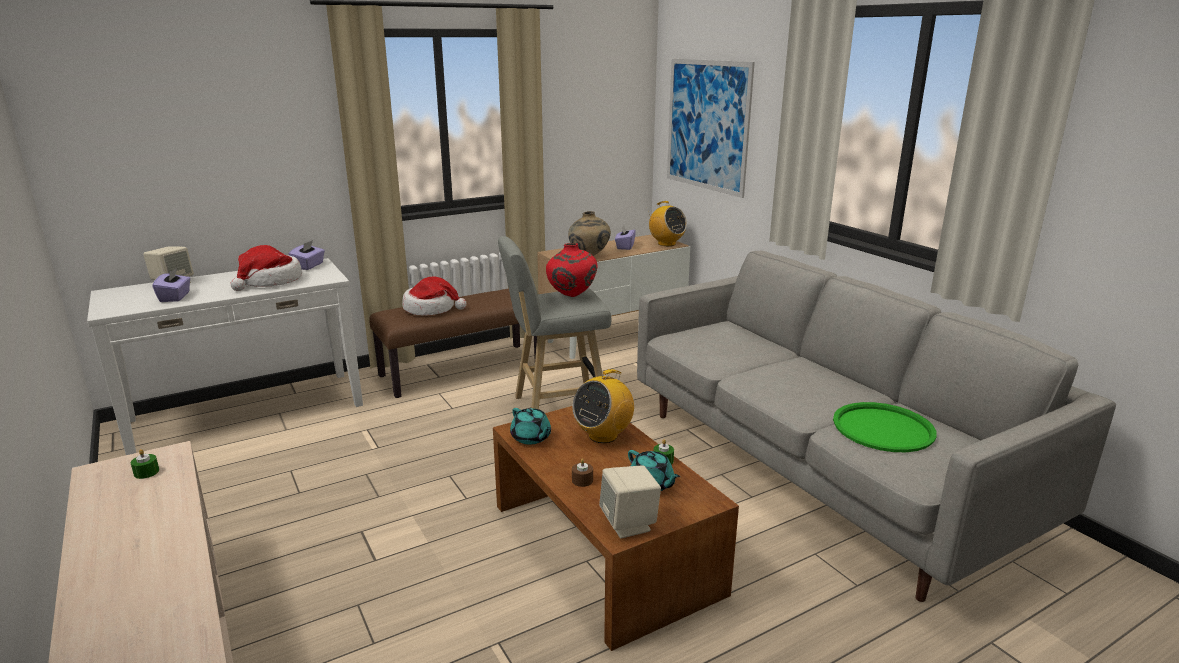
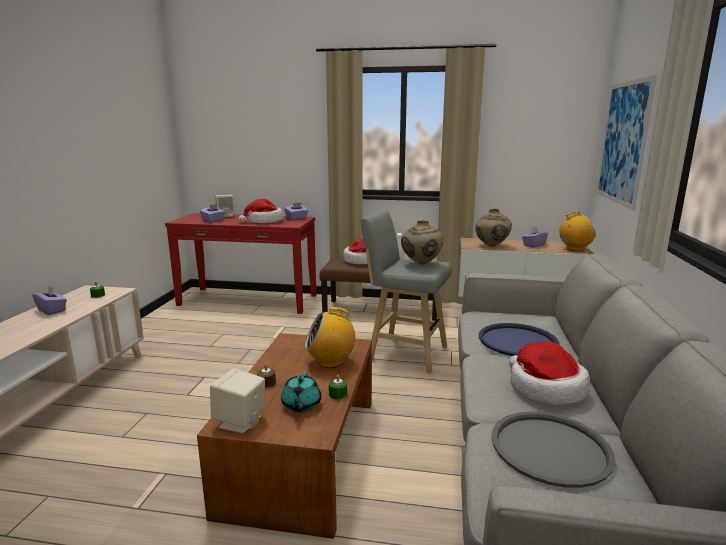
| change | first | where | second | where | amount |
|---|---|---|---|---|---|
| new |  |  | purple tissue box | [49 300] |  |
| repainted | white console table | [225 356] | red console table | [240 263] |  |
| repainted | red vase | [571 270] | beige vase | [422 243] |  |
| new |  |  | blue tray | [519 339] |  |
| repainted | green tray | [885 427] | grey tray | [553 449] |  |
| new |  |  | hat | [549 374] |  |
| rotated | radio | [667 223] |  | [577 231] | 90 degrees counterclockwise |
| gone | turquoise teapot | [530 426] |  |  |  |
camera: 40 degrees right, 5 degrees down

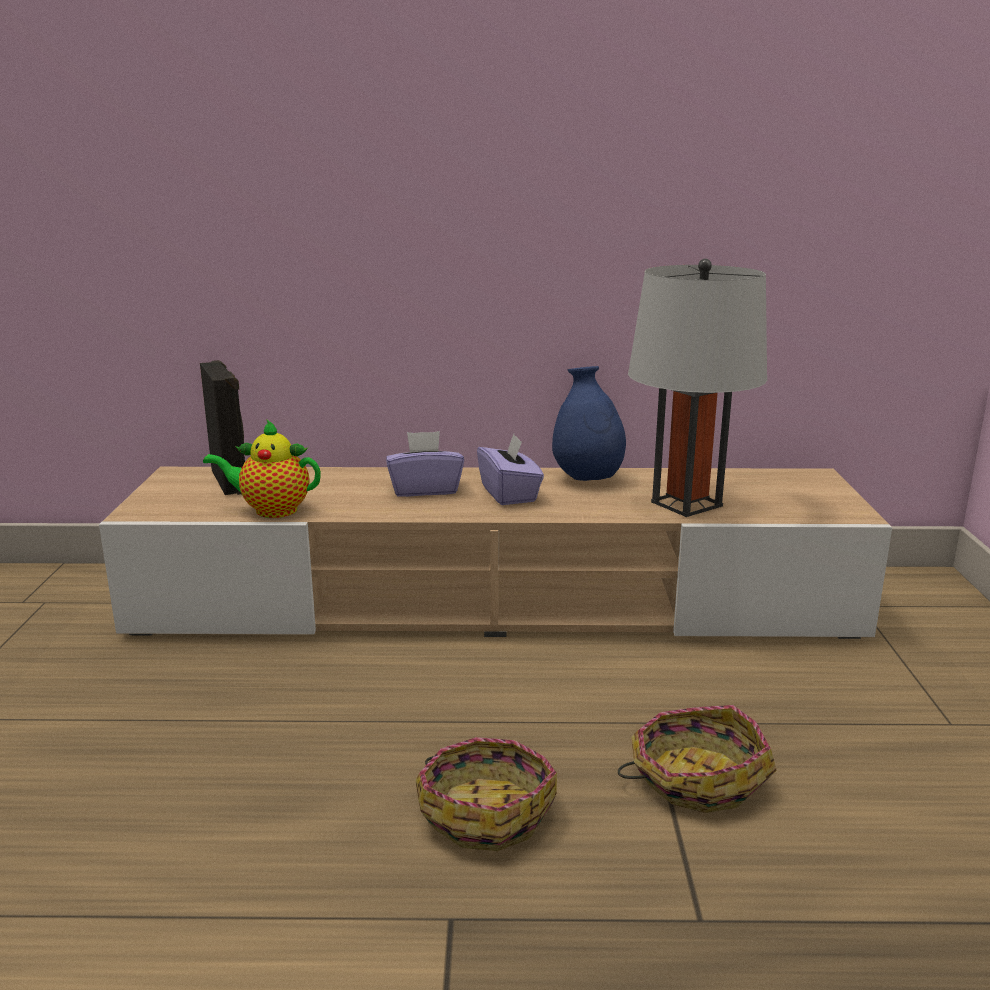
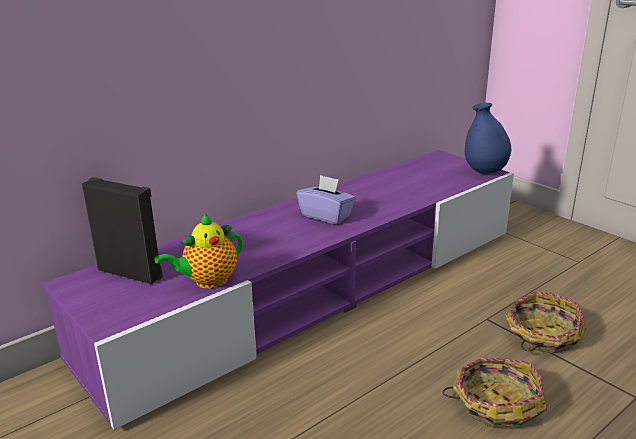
| change | first | where | second | where | amount |
|---|---|---|---|---|---|
| repainted | beige tv stand | [495 553] | purple tv stand | [278 290] |  |
| shifted | blue vase | [589 423] |  | [488 138] |  |
| gone | purple tissue box | [425 464] |  |  |  |
| gone | grey table lamp | [697 388] |  |  |  |
camera: 40 degrees left, 5 degrees up

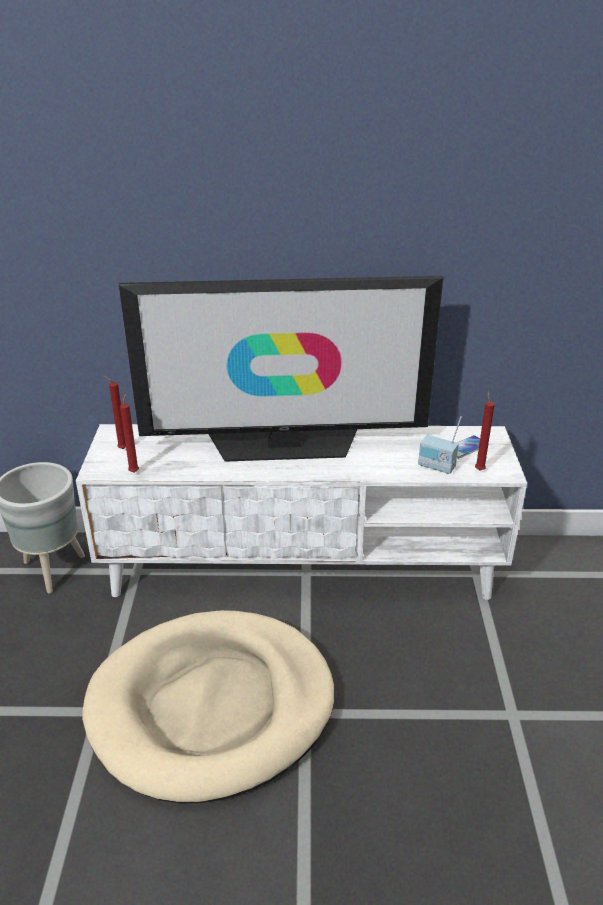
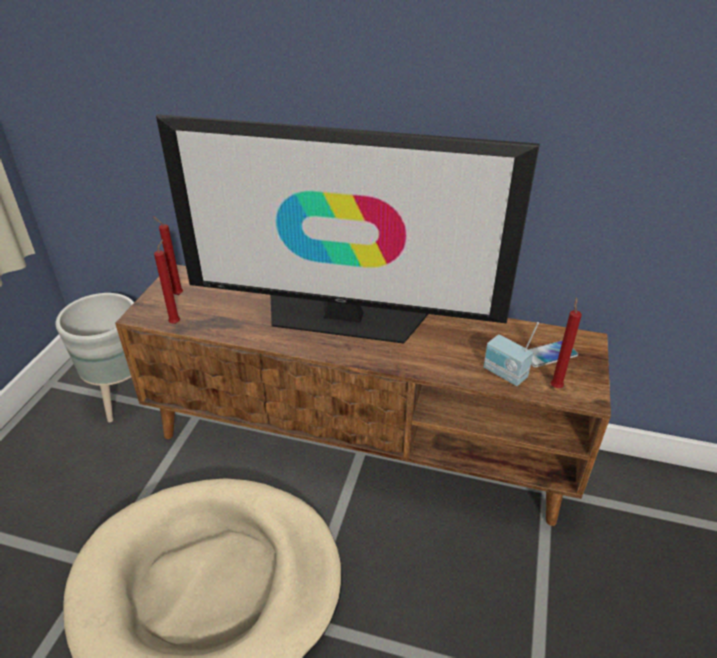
| change | first | where | second | where | amount |
|---|---|---|---|---|---|
| repainted | white tv stand | [301 512] | brown tv stand | [363 395] |  |
camera: 15 degrees right, 5 degrees up

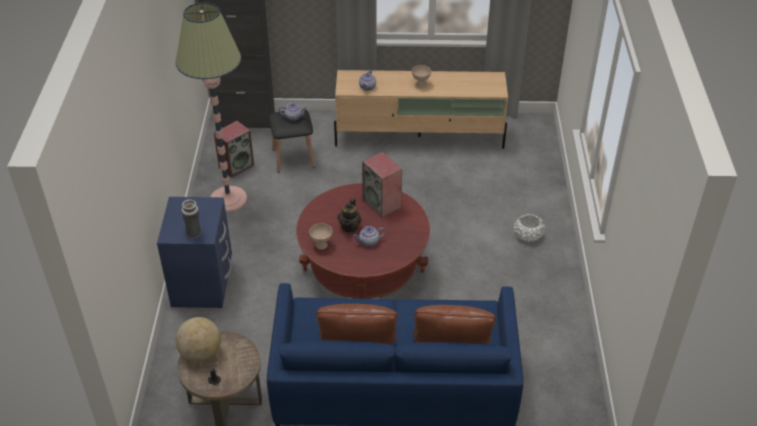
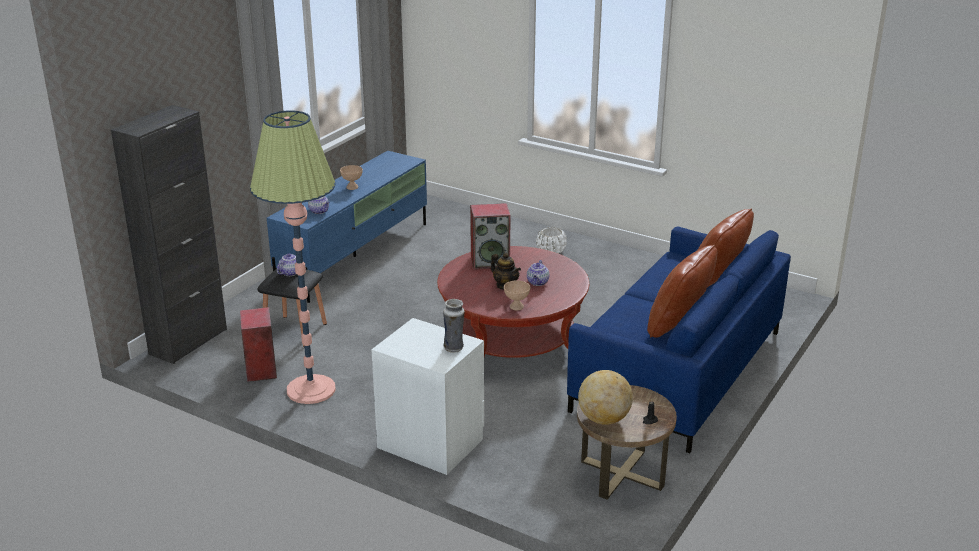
| change | first | where | second | where | amount |
|---|---|---|---|---|---|
| repainted | beige tv stand | [421 109] | blue tv stand | [347 227] |  |
| repainted | blue nightstand | [194 252] | white nightstand | [427 396] |  |
camera: 60 degrees left, 15 degrees down

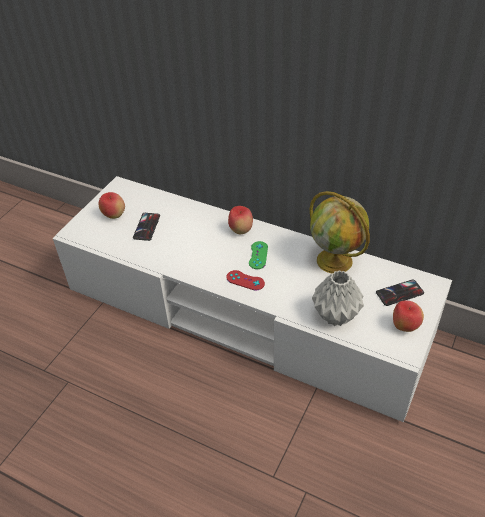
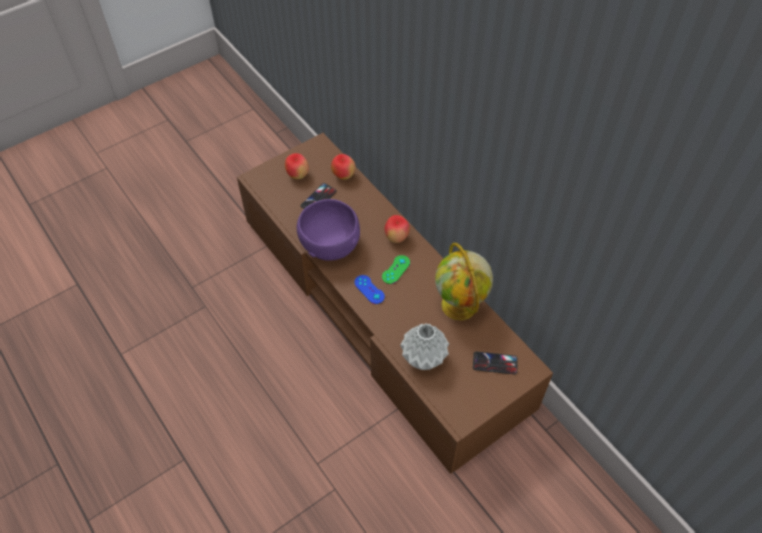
| change | first | where | second | where | amount |
|---|---|---|---|---|---|
| repainted | white tv stand | [252 299] | brown tv stand | [395 303] |  |
| new |  |  | purple bowl | [328 230] |  |
| shifted | apple | [408 316] |  | [343 166] |  |
| repainted | red game controller | [245 280] | blue game controller | [369 289] |  |
camera: 25 degrees right, 10 degrees up

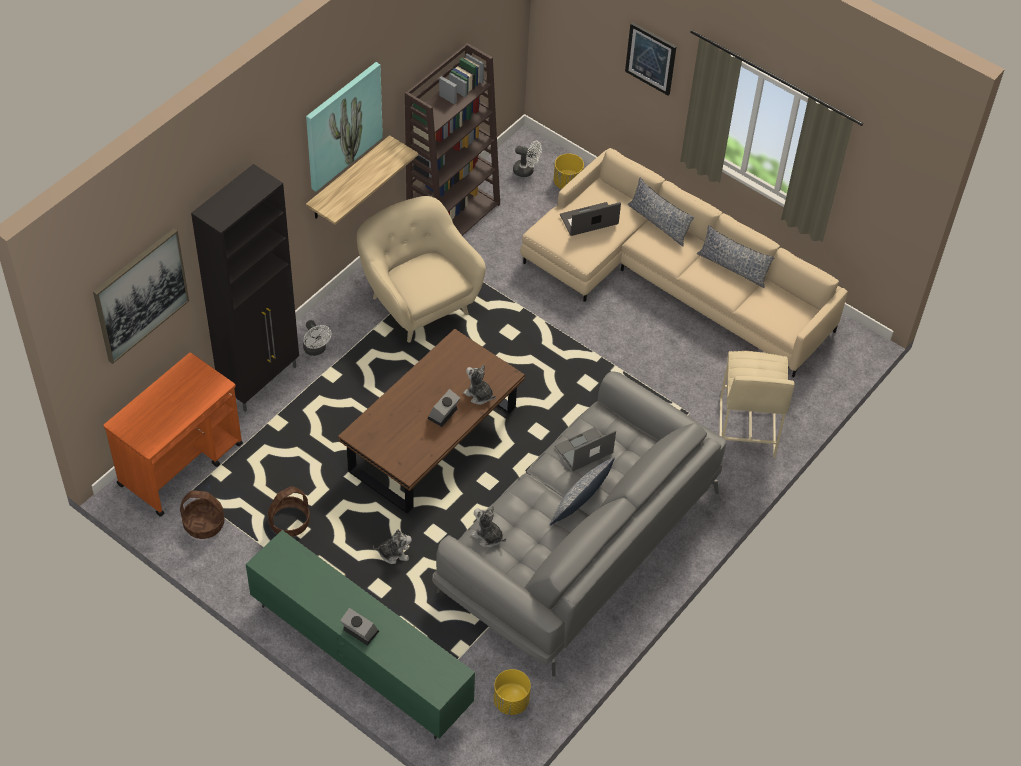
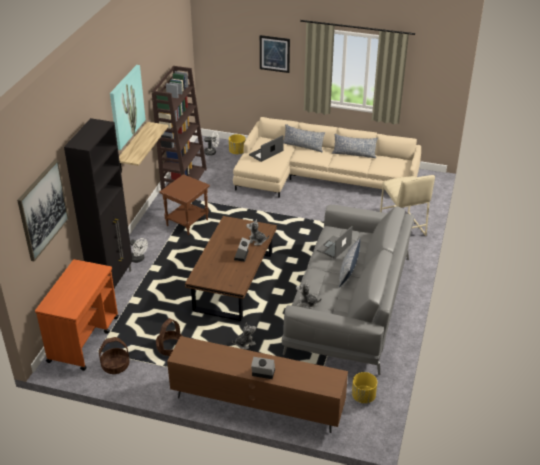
| change | first | where | second | where | amount |
|---|---|---|---|---|---|
| swapped | beige armchair | [421 269] | brown side table | [185 204] |  |
| repainted | green tv stand | [360 634] | brown tv stand | [257 384] |  |
camera: 20 degrees left, 15 degrees down

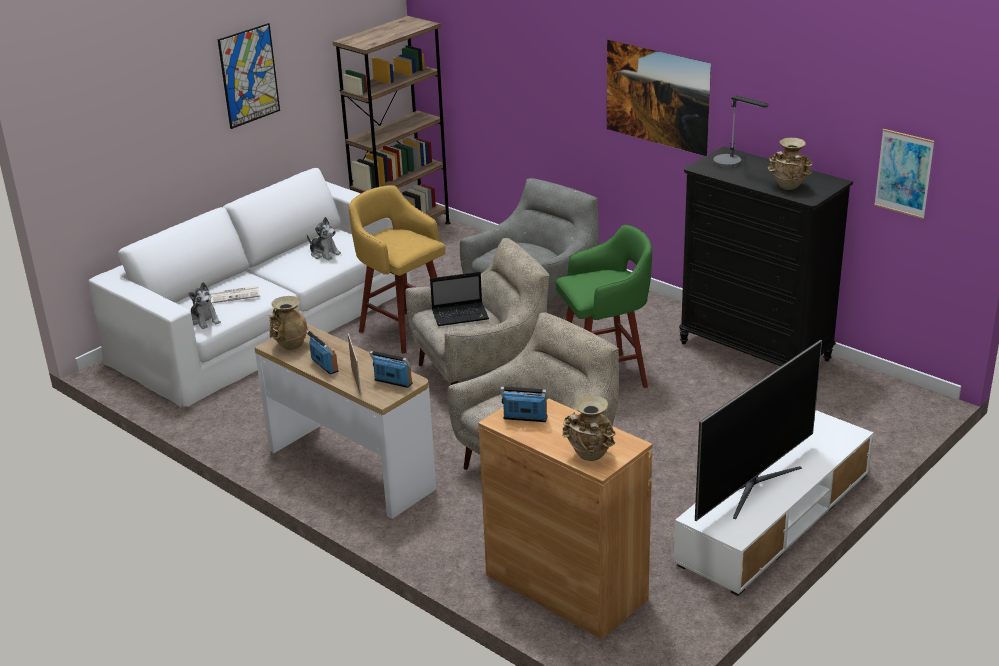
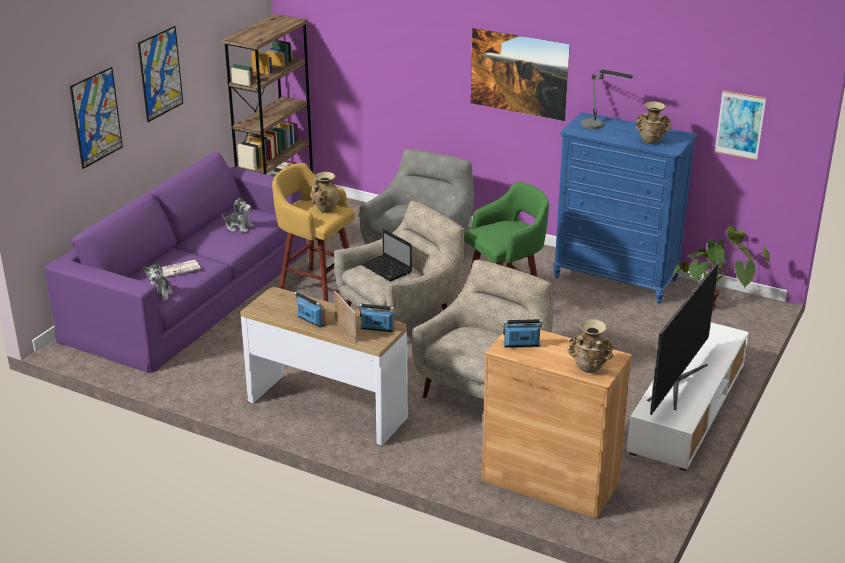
| change | first | where | second | where | amount |
|---|---|---|---|---|---|
| repainted | white sofa | [249 287] | purple sofa | [176 262] |  |
| new |  |  | picture | [96 118] |  |
| rotated | plush toy | [204 305] |  | [157 281] | 45 degrees clockwise |
| shifted | beige vase | [288 323] |  | [325 192] |  |
| rotated | laptop | [459 299] |  | [386 255] | 75 degrees clockwise |
| repainted | black dresser | [766 256] | blue dresser | [625 208] |  |
| new |  |  | potted plant | [721 268] |  |
camera: 15 degrees left, 0 degrees up

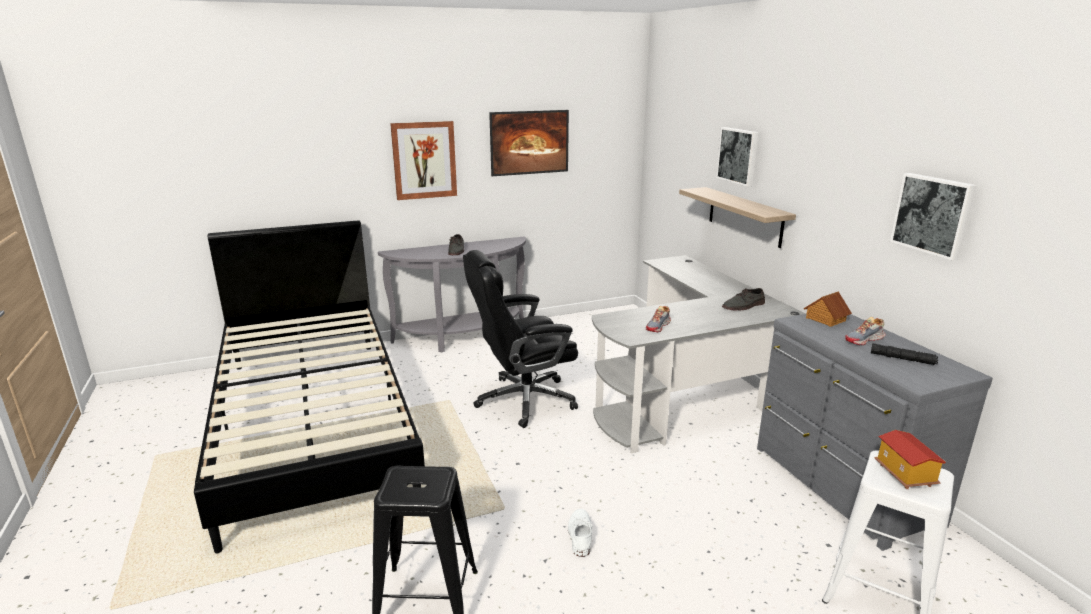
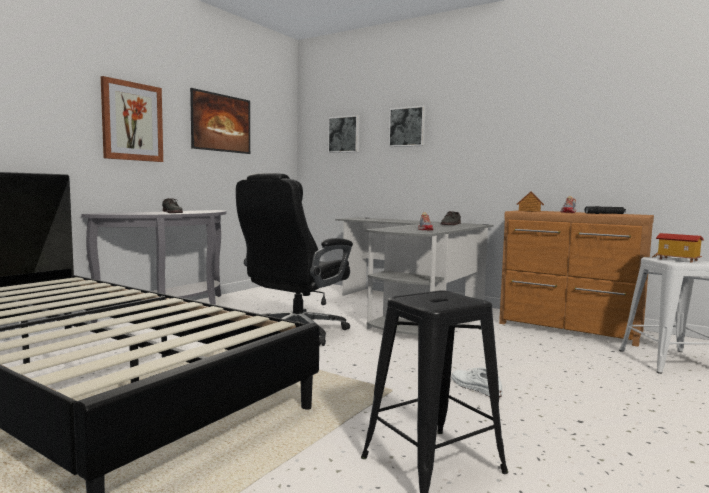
| change | first | where | second | where | amount |
|---|---|---|---|---|---|
| shifted | picture | [933 216] |  | [344 134] |  |
| repainted | grey dresser | [875 432] | brown dresser | [576 278] |  |
| gone | shelf | [737 217] |  |  |  |
camera: 35 degrees left, 15 degrees down

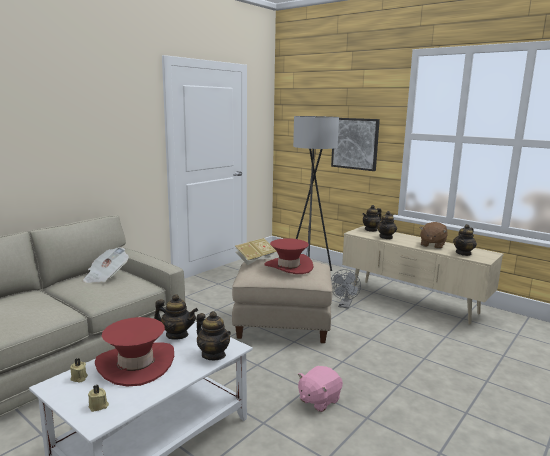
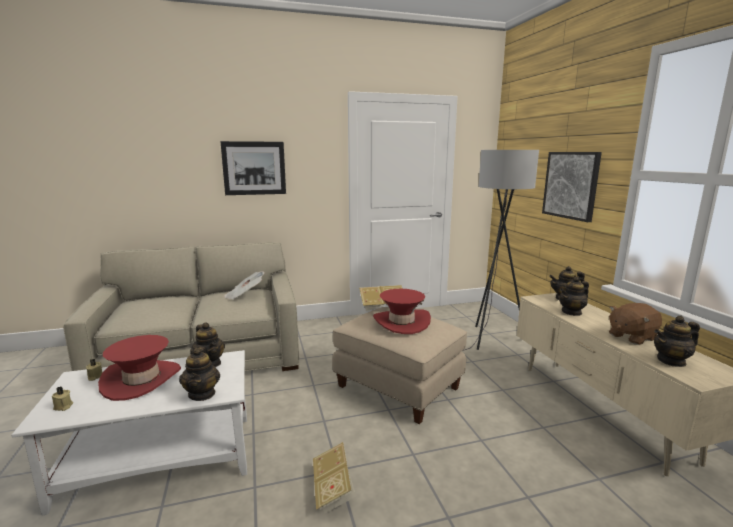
| change | first | where | second | where | amount |
|---|---|---|---|---|---|
| new |  |  | picture | [253 168] |  |
| swapped | pink plush toy | [320 389] | book | [334 478] |  |
| gone | grey fan | [346 289] |  |  |  |
camera: 35 degrees right, 0 degrees up

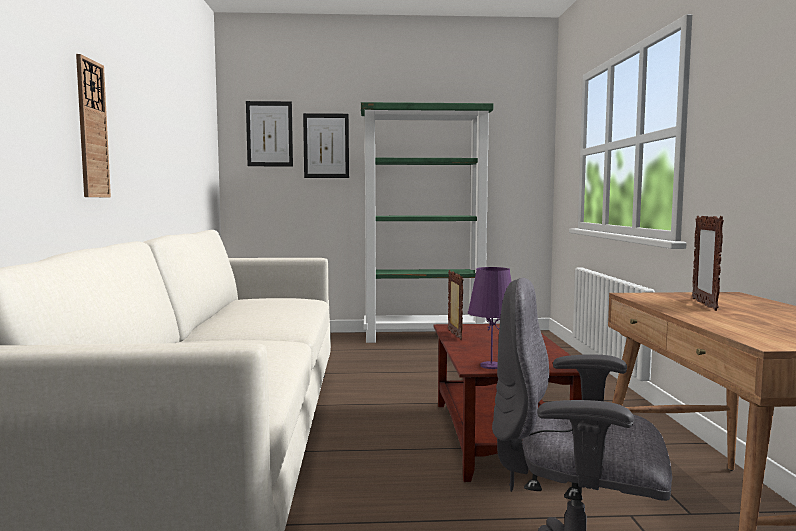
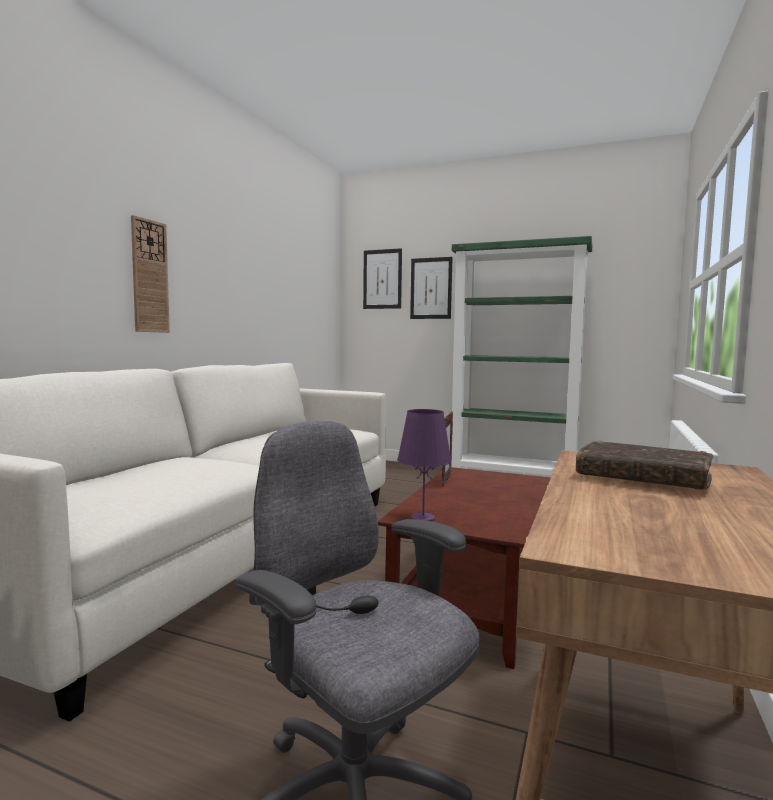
| change | first | where | second | where | amount |
|---|---|---|---|---|---|
| swapped | picture frame | [708 263] | brown book | [644 465] |  |
camera: 25 degrees right, 0 degrees up

